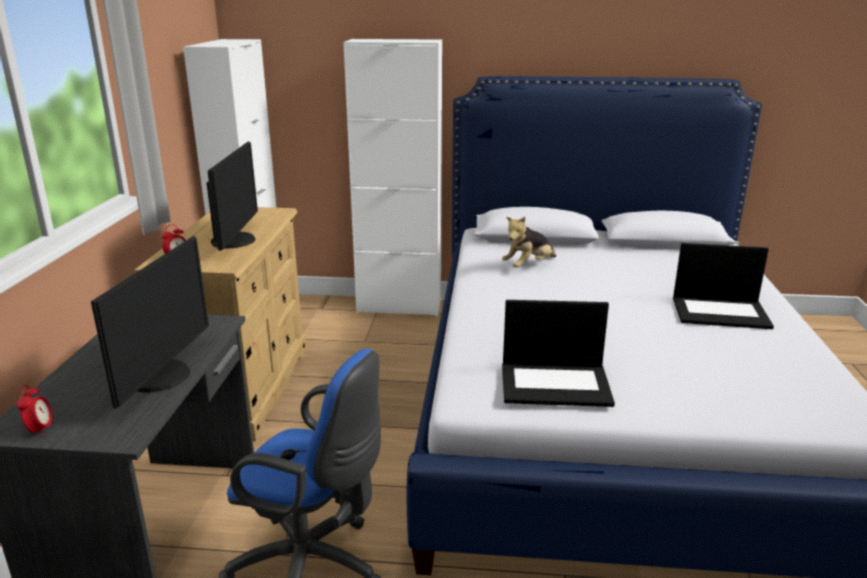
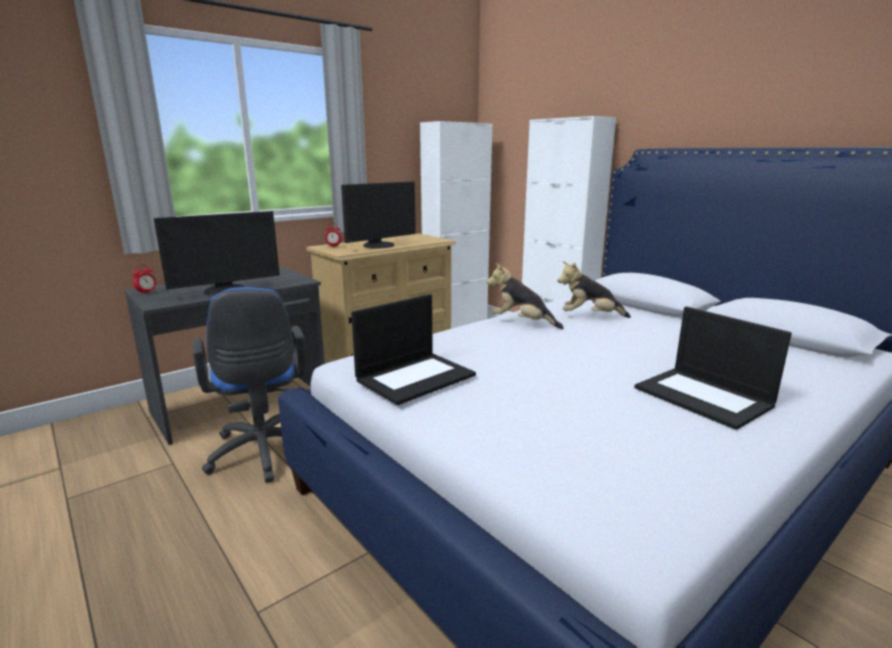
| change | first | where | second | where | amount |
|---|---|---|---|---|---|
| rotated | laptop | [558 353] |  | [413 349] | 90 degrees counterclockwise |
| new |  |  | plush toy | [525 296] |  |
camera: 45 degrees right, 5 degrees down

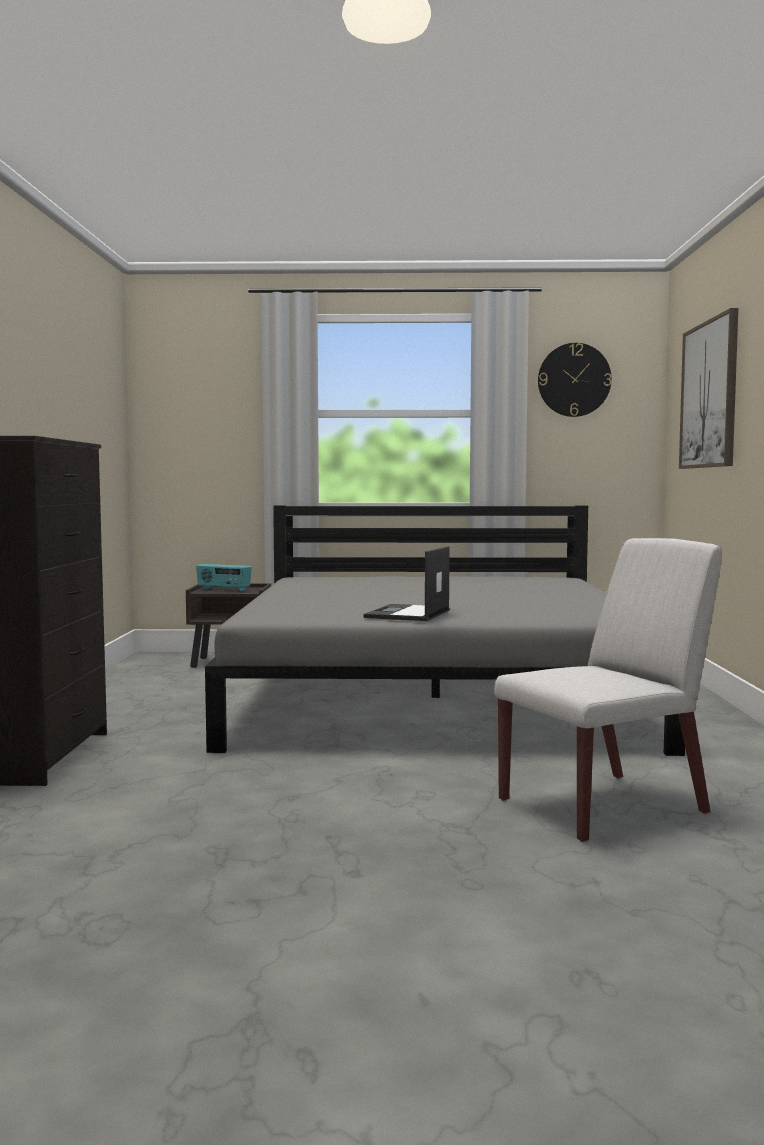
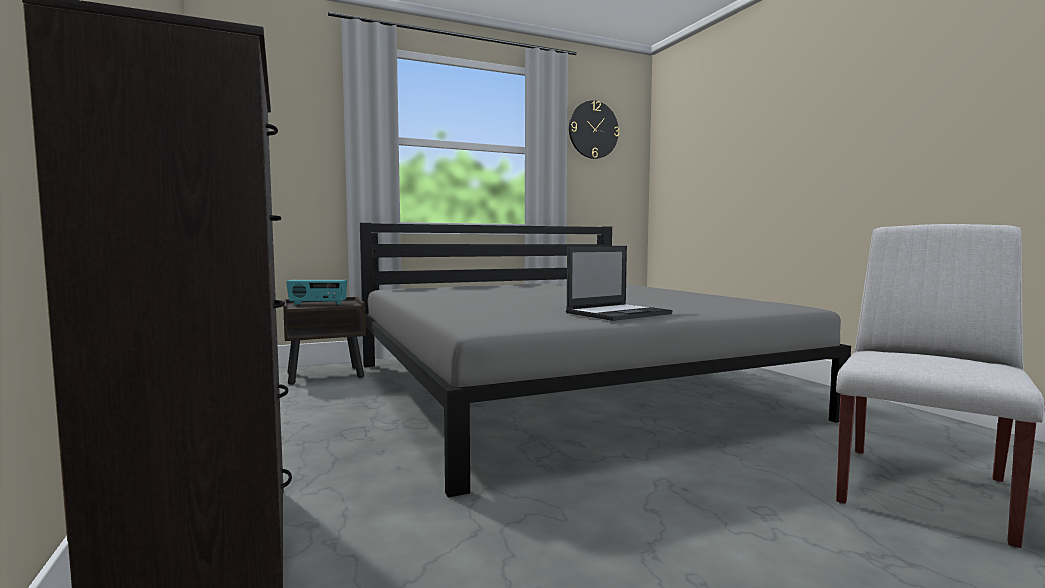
| change | first | where | second | where | amount |
|---|---|---|---|---|---|
| rotated | laptop | [407 583] |  | [619 283] | 120 degrees counterclockwise |
| gone | picture | [708 388] |  |  |  |
camera: 25 degrees left, 0 degrees up

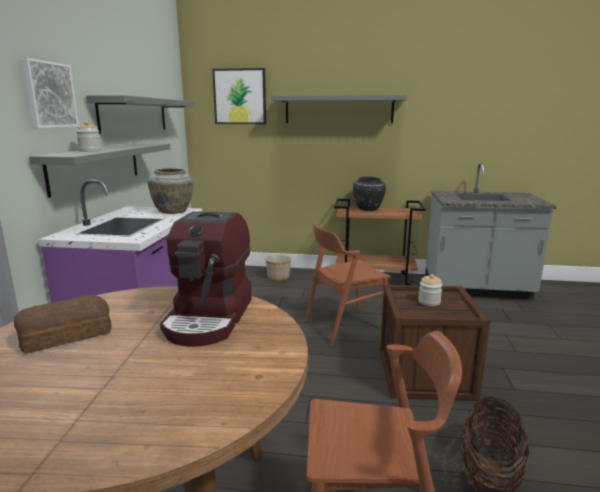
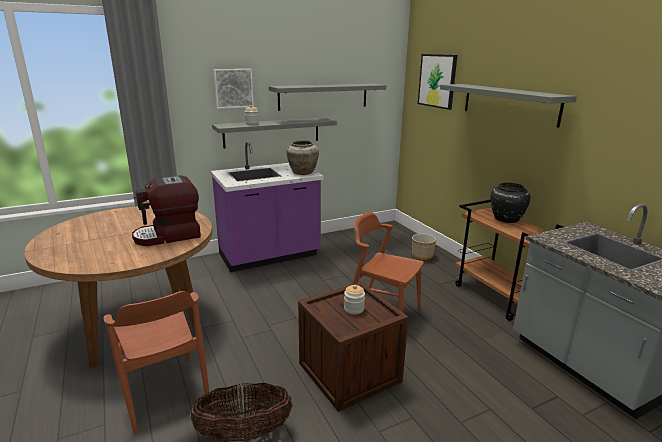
| change | first | where | second | where | amount |
|---|---|---|---|---|---|
| gone | bread | [63 324] |  |  |  |
camera: 55 degrees right, 5 degrees up

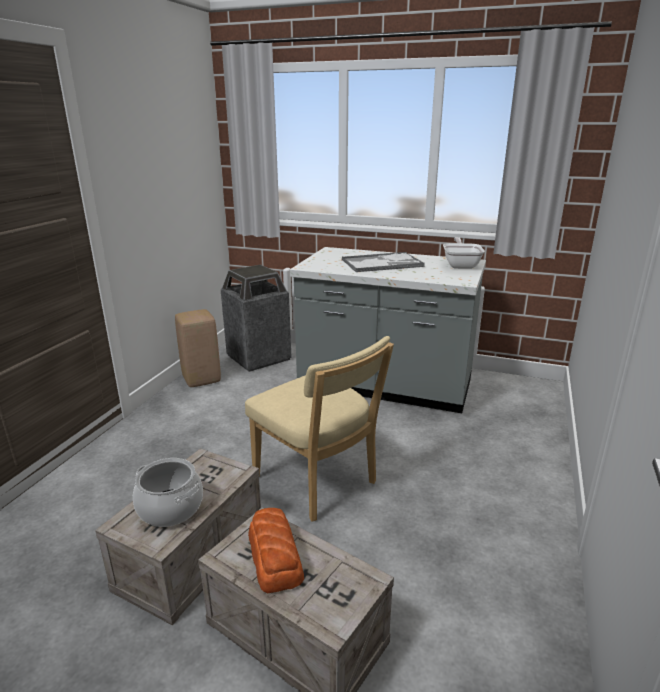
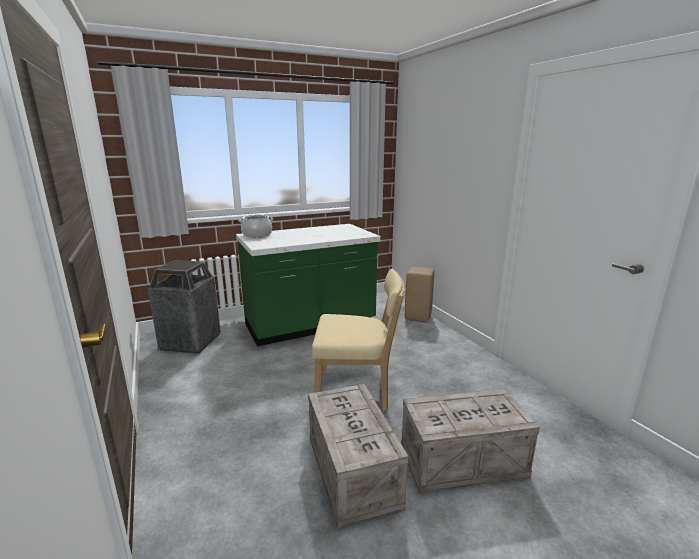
| change | first | where | second | where | amount |
|---|---|---|---|---|---|
| repainted | grey counter | [388 330] | green counter | [308 285] |  |
| shifted | cooking pot | [168 492] |  | [256 226] |  |
| shifted | beige stool | [198 348] |  | [419 294] |  |
| gone | bread | [276 550] |  |  |  |
| gone | tray | [383 262] |  |  |  |
| gone | frying pan | [464 253] |  |  |  |
camera: 45 degrees left, 5 degrees down

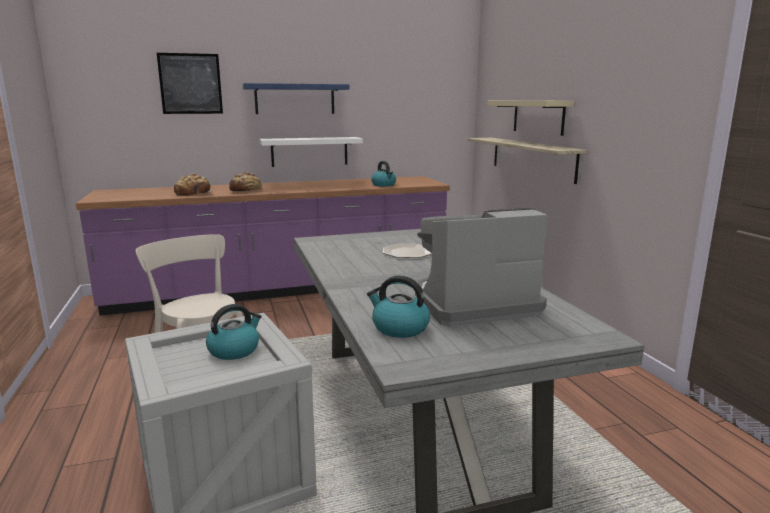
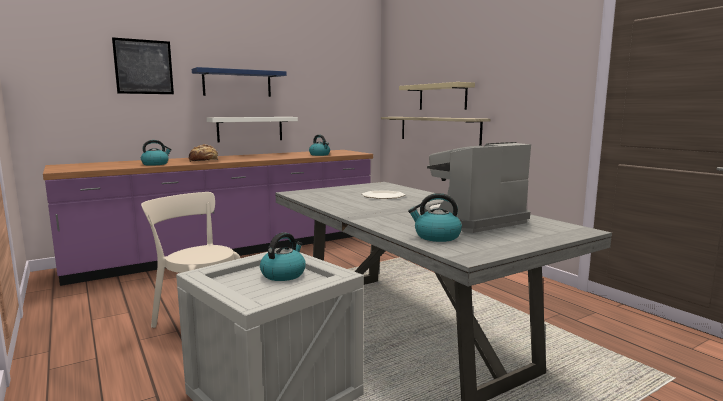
| change | first | where | second | where | amount |
|---|---|---|---|---|---|
| swapped | bread | [193 185] | kettle | [156 153] |  |
camera: 15 degrees left, 5 degrees down

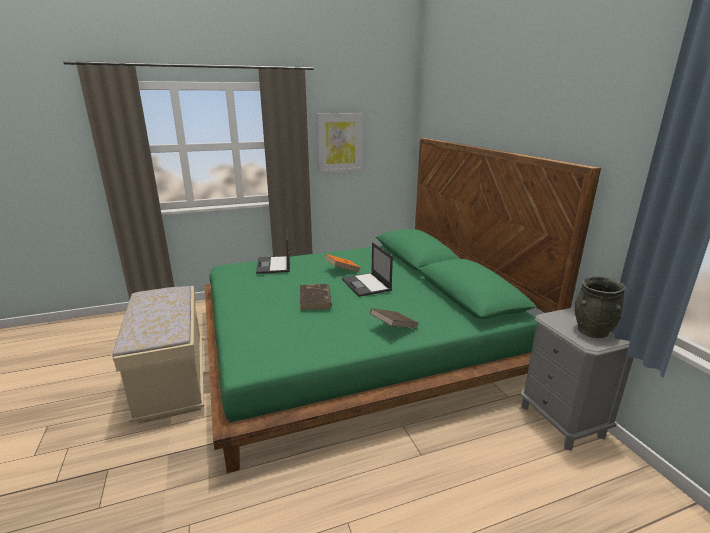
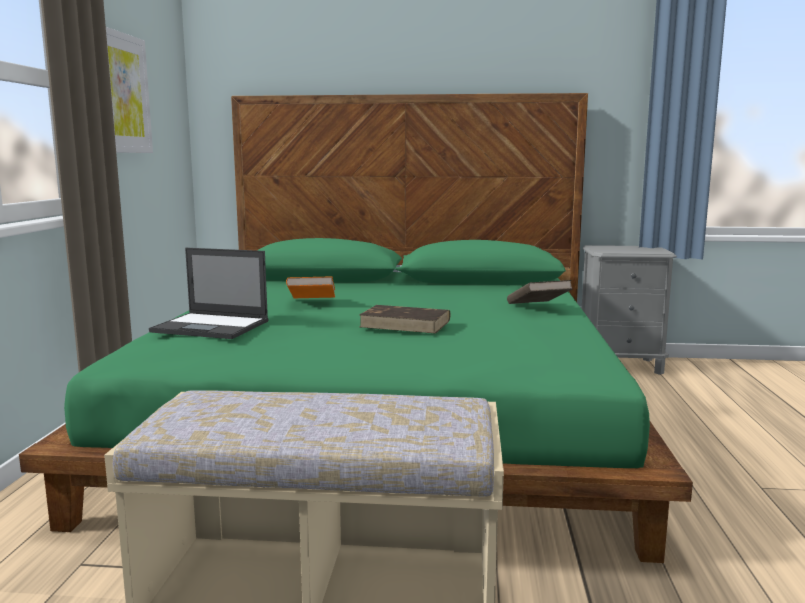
| change | first | where | second | where | amount |
|---|---|---|---|---|---|
| gone | laptop | [367 269] |  |  |  |
| gone | grey vase | [600 307] |  |  |  |
camera: 65 degrees left, 10 degrees down

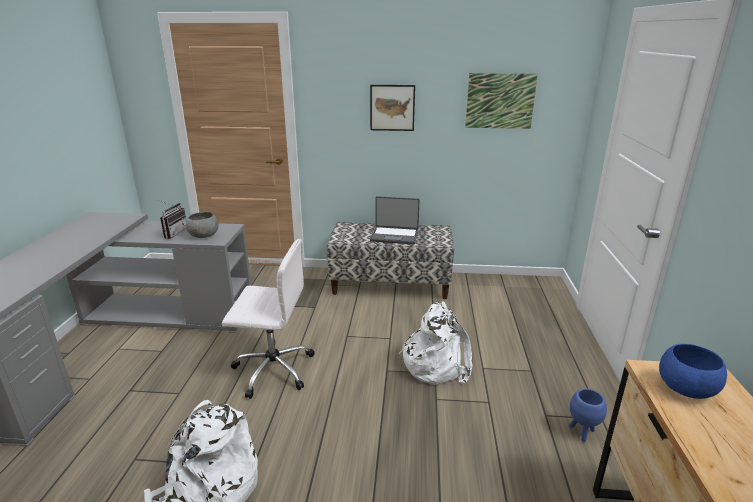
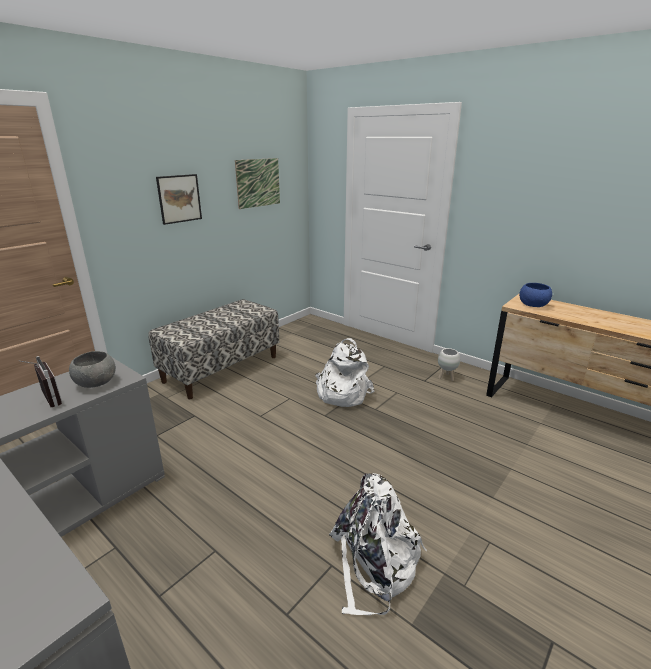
| change | first | where | second | where | amount |
|---|---|---|---|---|---|
| repainted | blue planter | [588 415] | white planter | [449 364] |  |
| gone | white office chair | [268 319] |  |  |  |
| gone | laptop | [395 220] |  |  |  |
camera: 55 degrees left, 0 degrees up

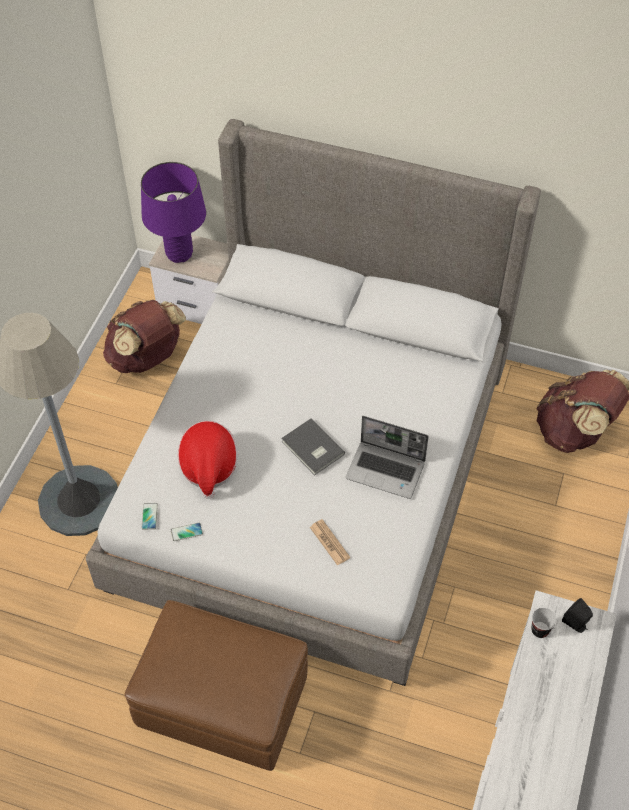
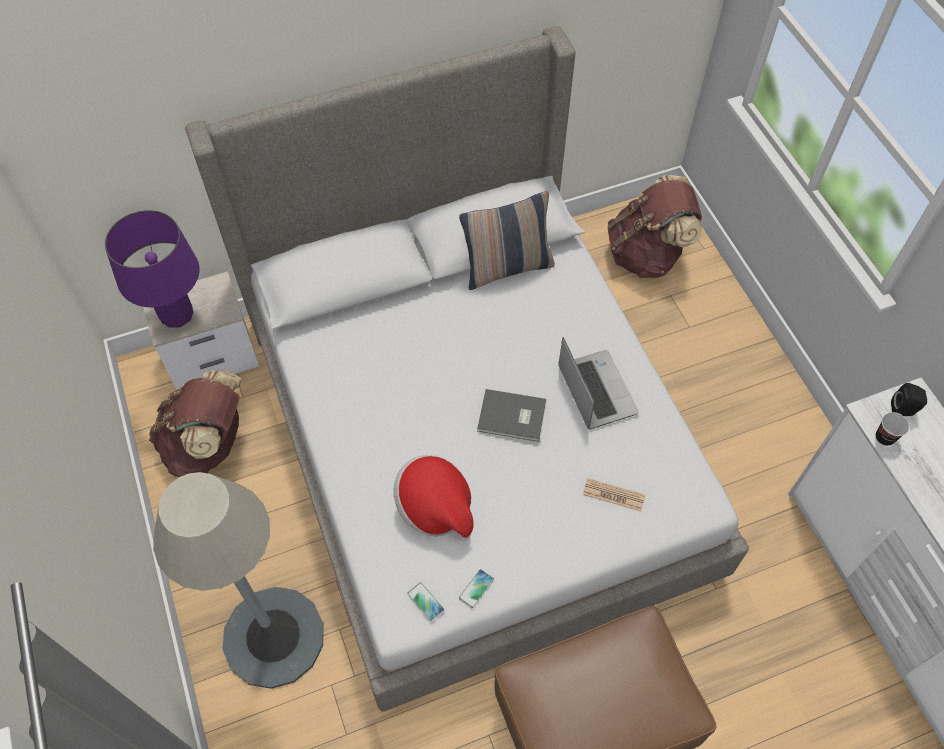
| change | first | where | second | where | amount |
|---|---|---|---|---|---|
| new |  |  | pillow | [507 240] |  |
| rotated | laptop | [387 457] |  | [598 383] | 90 degrees counterclockwise |
camera: 40 degrees left, 5 degrees up

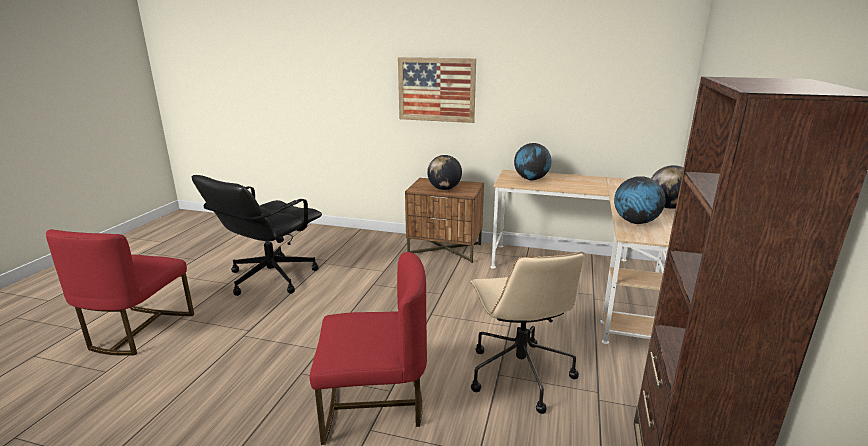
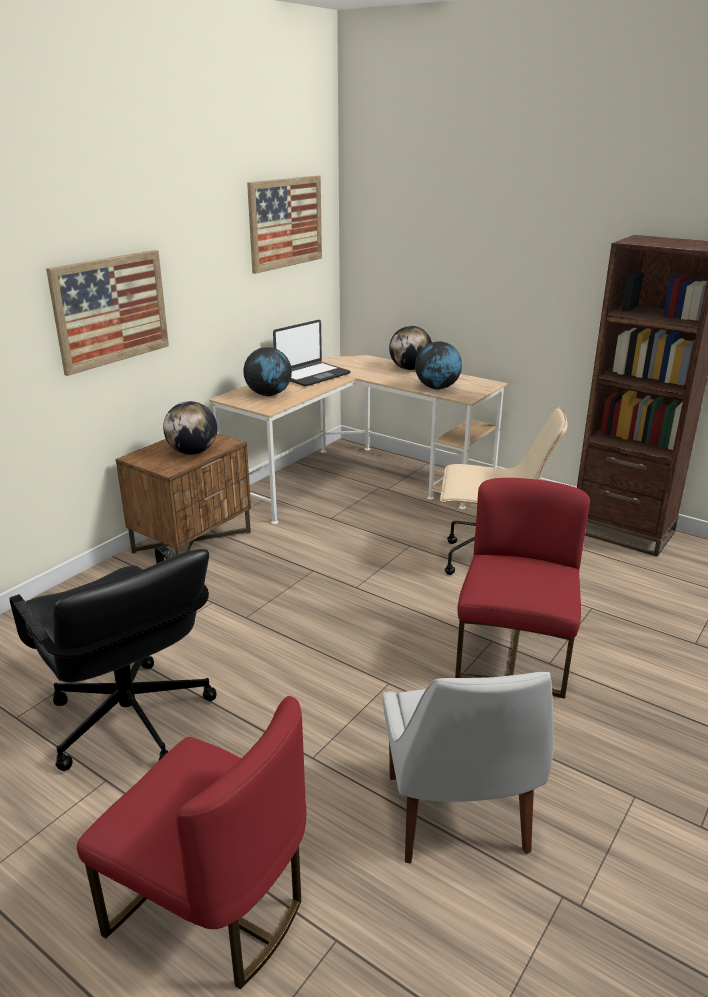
| change | first | where | second | where | amount |
|---|---|---|---|---|---|
| new |  |  | picture | [284 224] |  |
| new |  |  | laptop | [312 353] |  |
| new |  |  | white chair | [468 768] |  |
camera: 70 degrees left, 5 degrees up

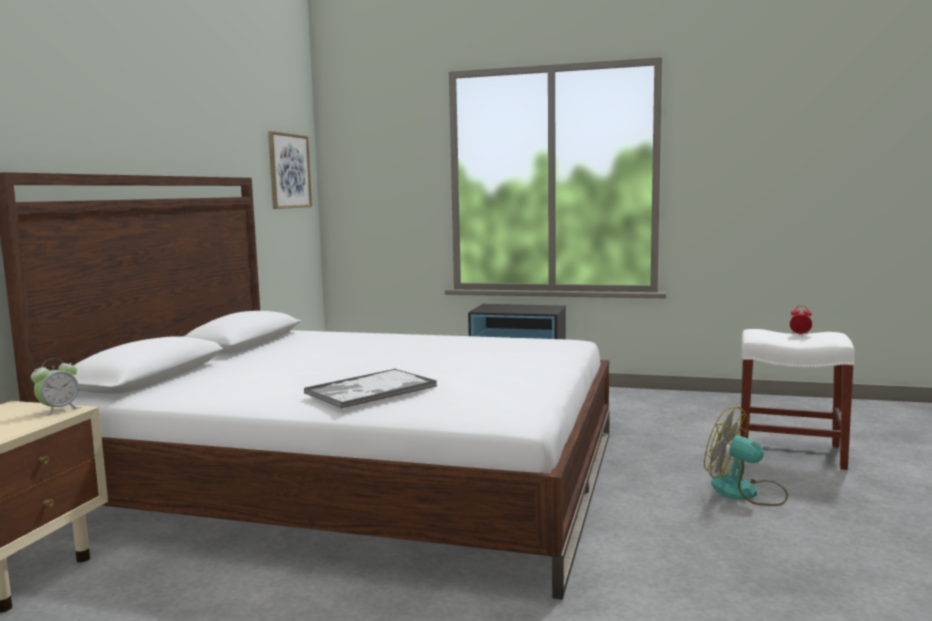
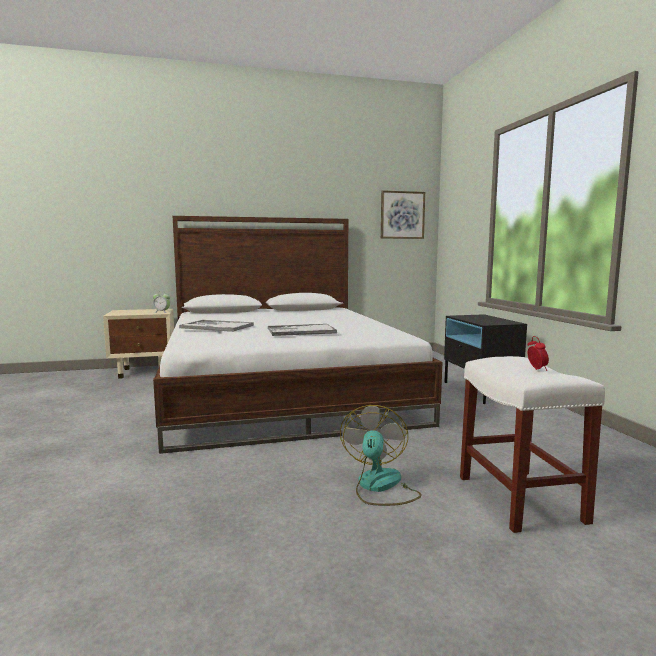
| change | first | where | second | where | amount |
|---|---|---|---|---|---|
| new |  |  | tray | [302 330] |  |
camera: 60 degrees right, 0 degrees up

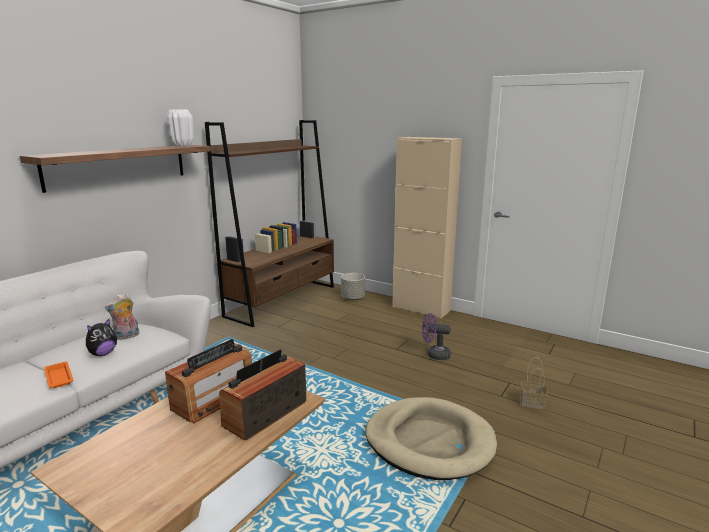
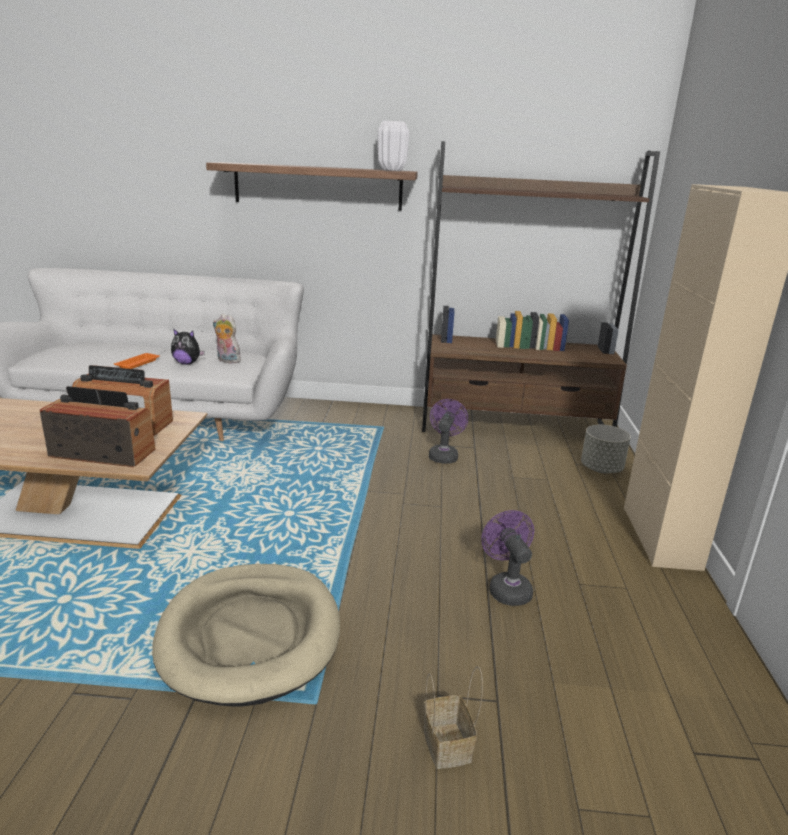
| change | first | where | second | where | amount |
|---|---|---|---|---|---|
| new |  |  | purple fan | [448 431] |  |
camera: 60 degrees right, 5 degrees up

